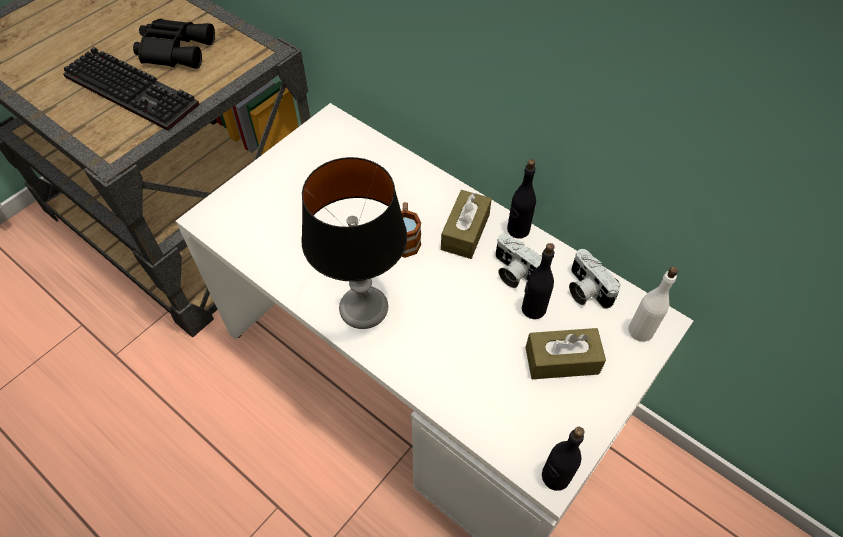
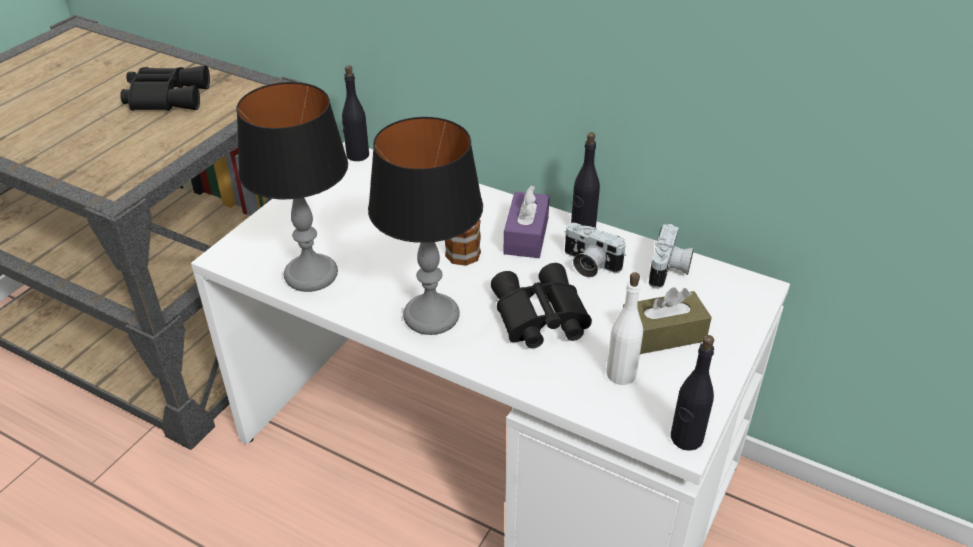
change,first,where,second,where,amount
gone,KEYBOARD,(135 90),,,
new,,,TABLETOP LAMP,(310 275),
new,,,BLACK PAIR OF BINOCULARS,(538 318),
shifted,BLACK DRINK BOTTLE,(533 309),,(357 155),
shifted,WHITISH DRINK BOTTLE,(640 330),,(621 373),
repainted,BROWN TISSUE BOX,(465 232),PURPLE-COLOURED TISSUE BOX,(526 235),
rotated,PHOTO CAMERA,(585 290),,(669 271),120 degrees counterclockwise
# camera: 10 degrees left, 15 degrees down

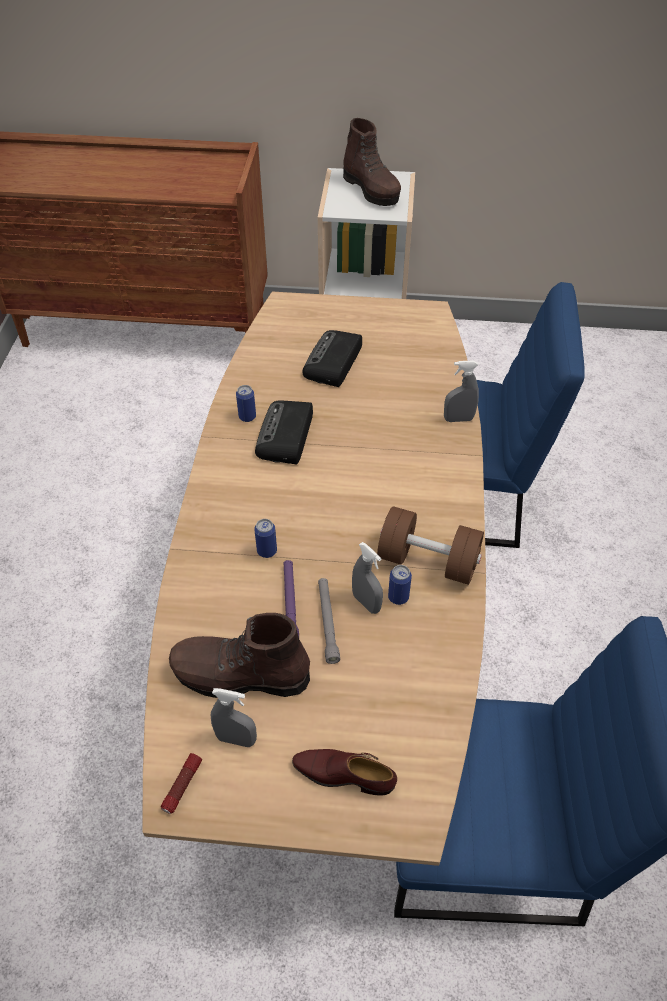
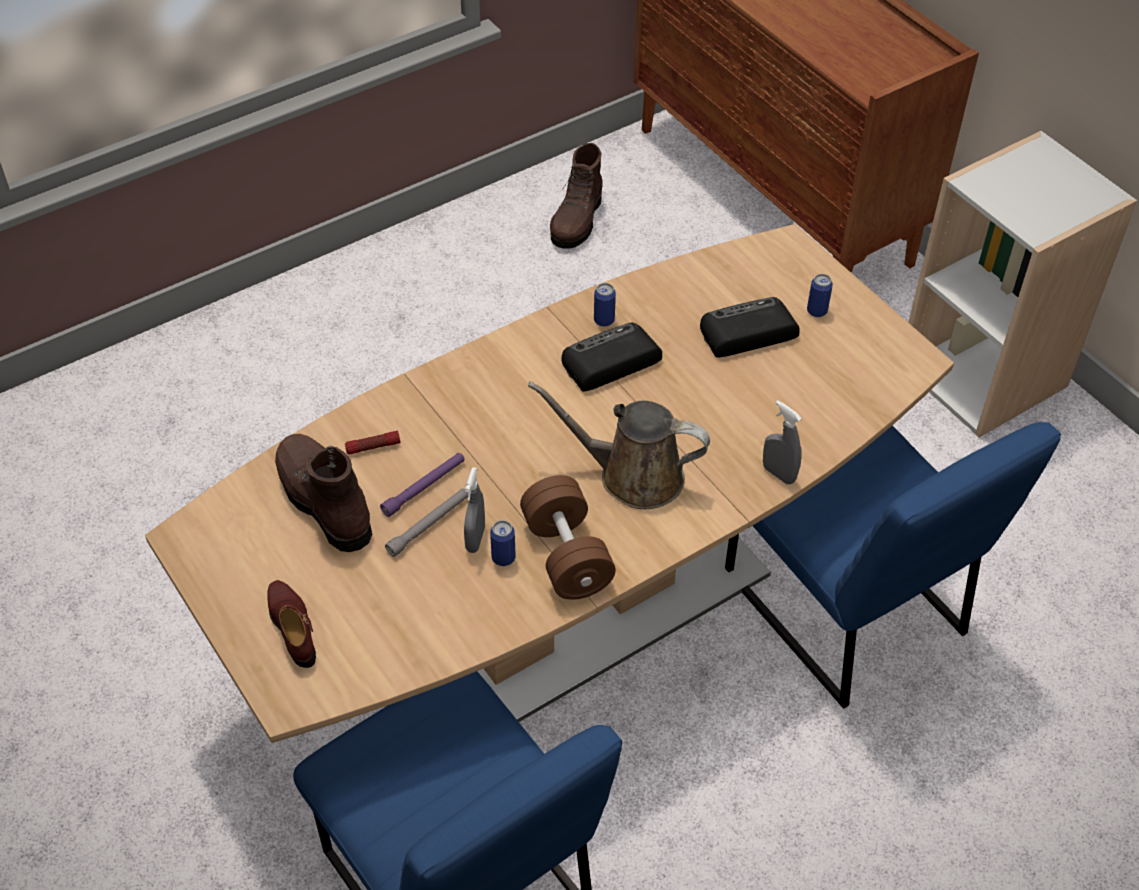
change,first,where,second,where,amount
gone,GREY SPRAYER,(236 739),,,
new,,,BROWN WATERING POT,(632 475),
shifted,TORCH,(182 786),,(373 447),
shifted,METAL CAN,(267 551),,(817 311),
shifted,BROWN BOOT,(371 190),,(577 222),
# camera: 50 degrees right, 0 degrees up

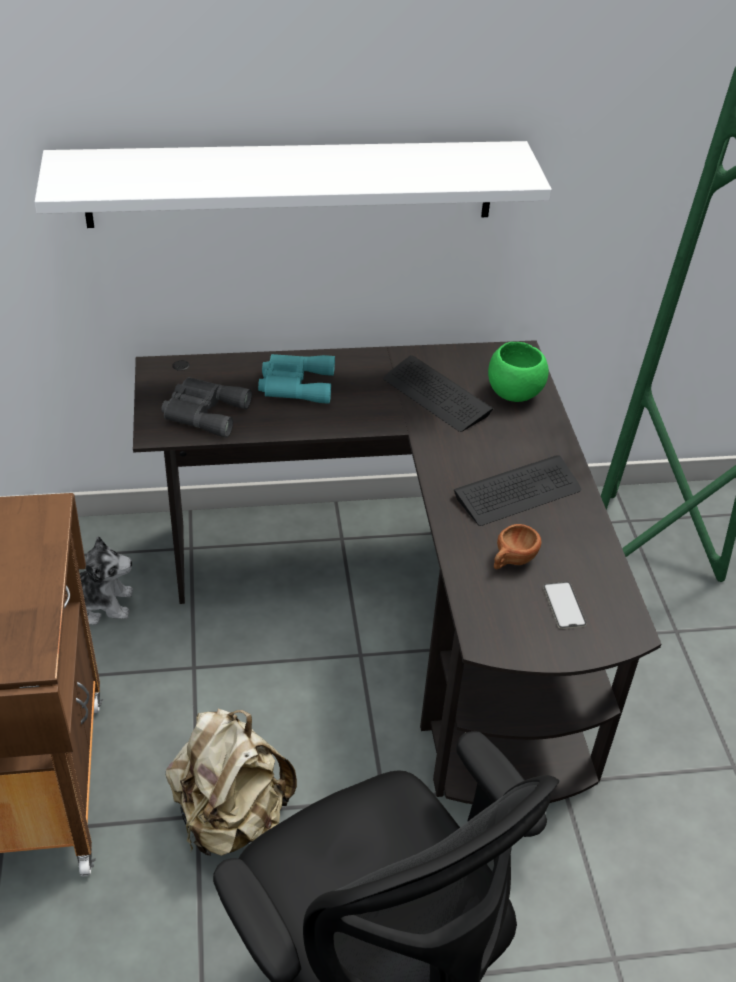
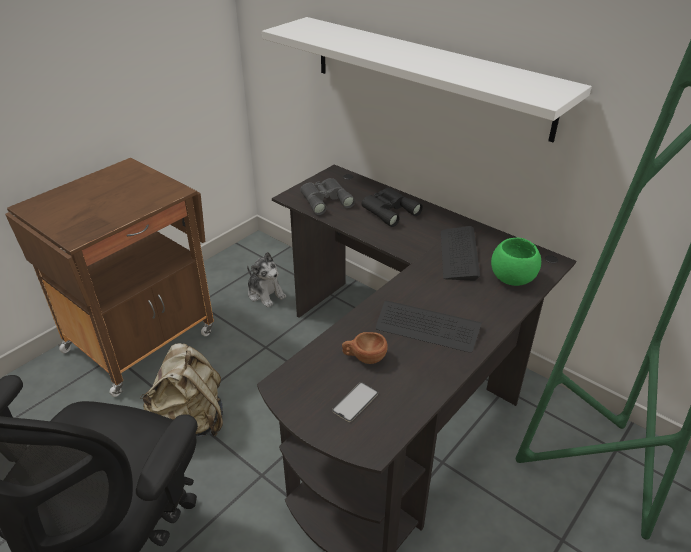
change,first,where,second,where,amount
repainted,TURQUOISE PAIR OF BINOCULARS,(294 384),BLACK PAIR OF BINOCULARS,(388 210),
# camera: 50 degrees right, 5 degrees down

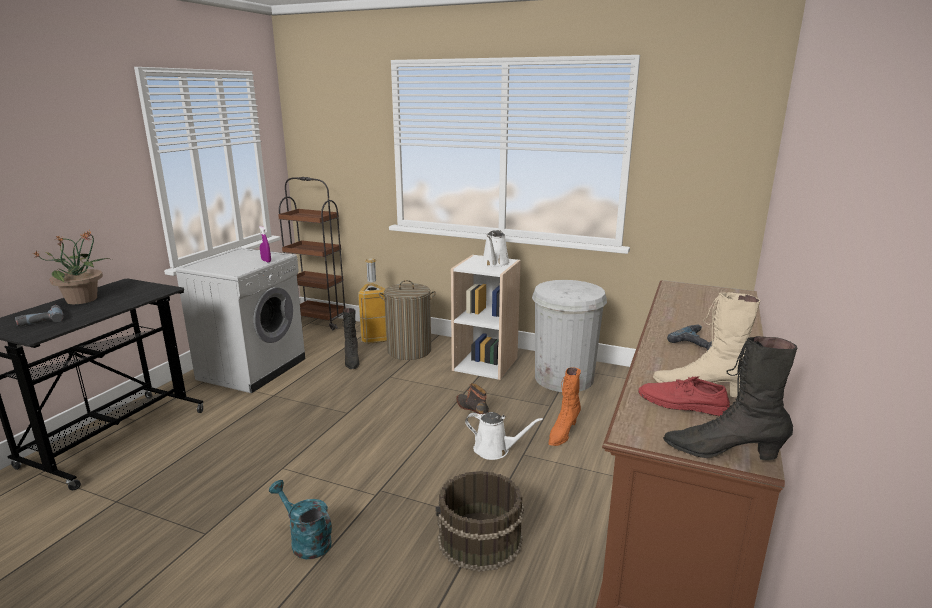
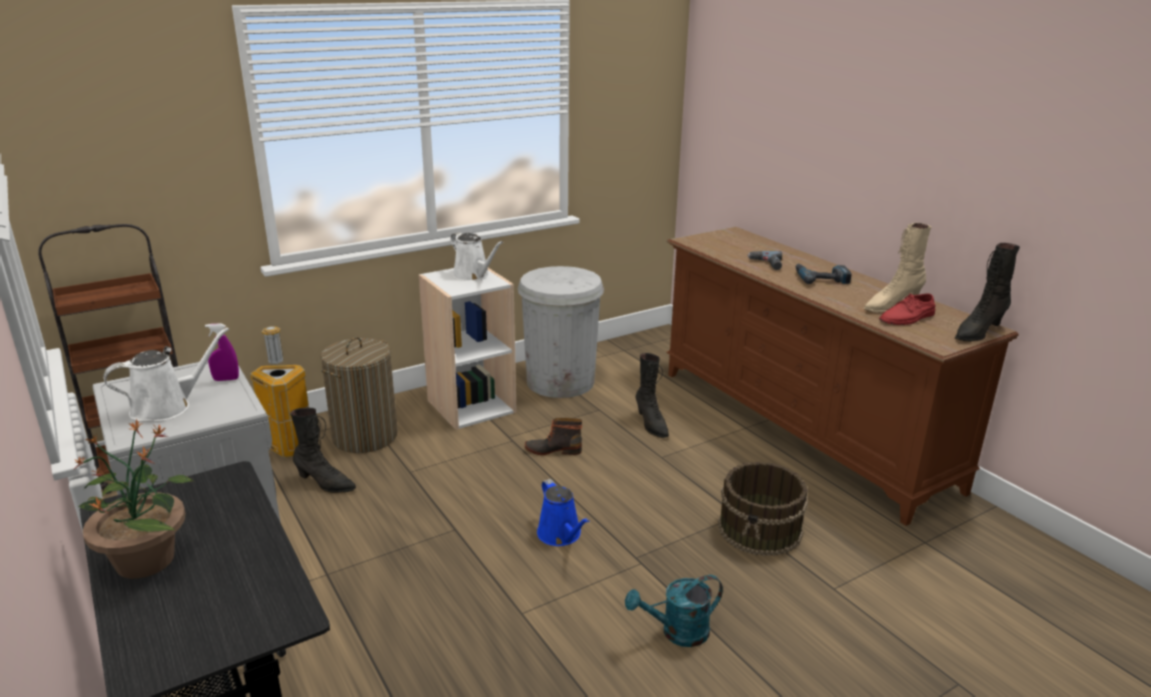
change,first,where,second,where,amount
new,,,BLUE WATERING POT,(561 535),
shifted,ELECTRIC DRILL,(41 320),,(766 264),
shifted,WHITISH WATERING POT,(495 450),,(167 407),
repainted,ORANGEY BOOT,(562 433),BLACK BOOT,(651 424),
# camera: 55 degrees left, 5 degrees up

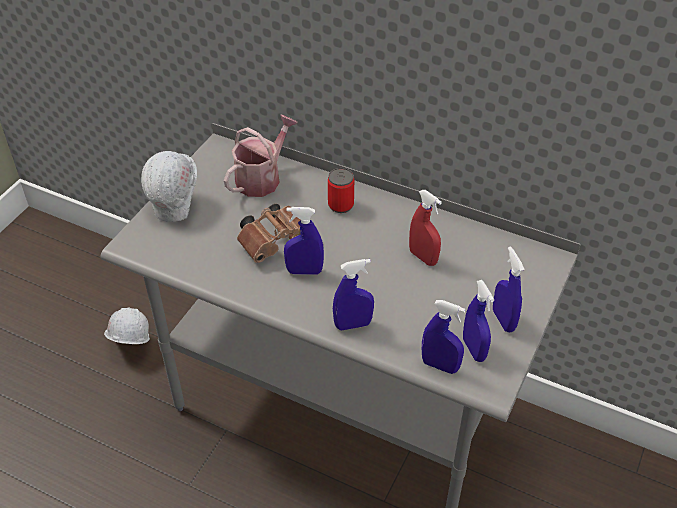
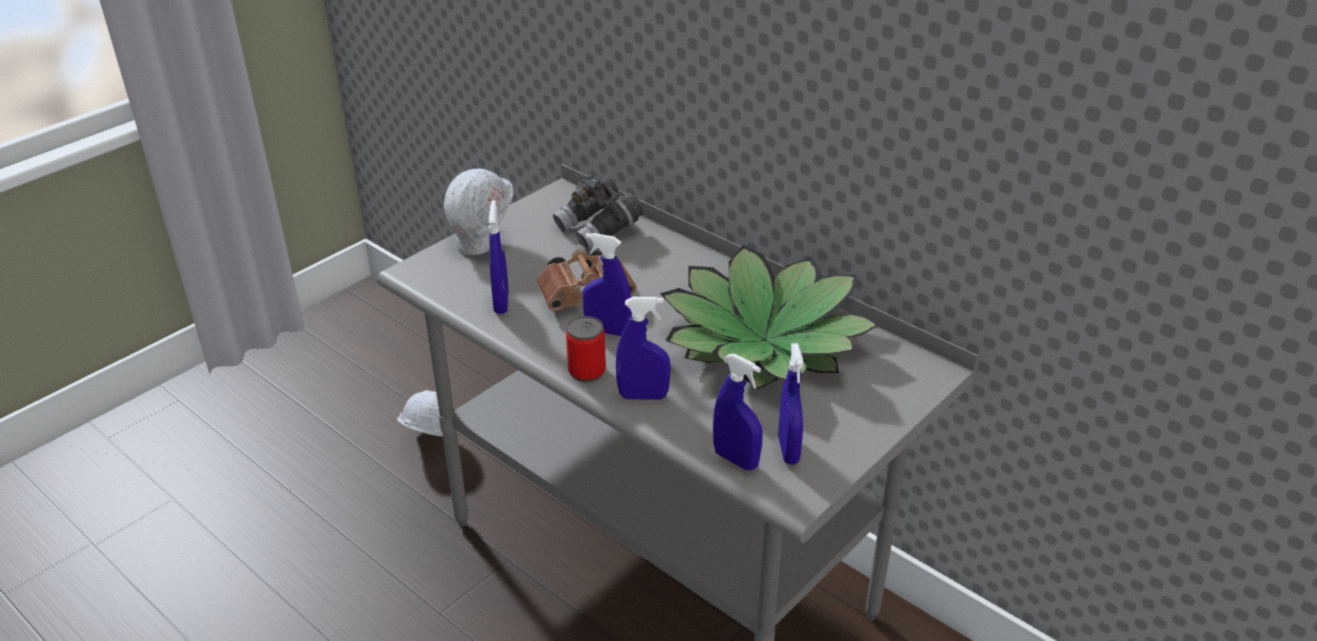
change,first,where,second,where,amount
shifted,METAL CAN,(340 205),,(587 371),
shifted,BLUE SPRAYER,(503 320),,(501 303),
swapped,WATERING POT,(262 178),GREY PAIR OF BINOCULARS,(599 229),
swapped,REDDISH SPRAYER,(423 257),PLANT IN A POT,(764 340),
# camera: 15 degrees right, 10 degrees down

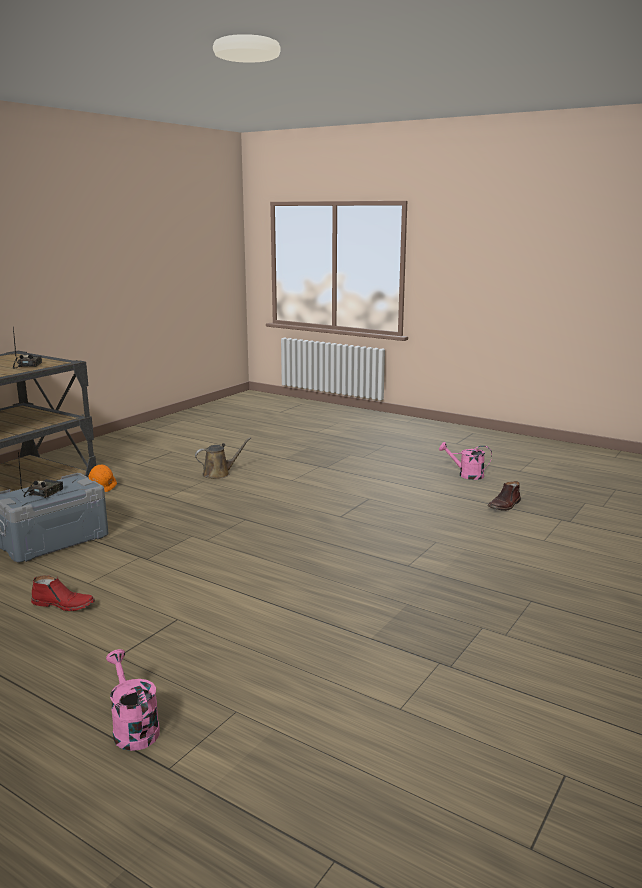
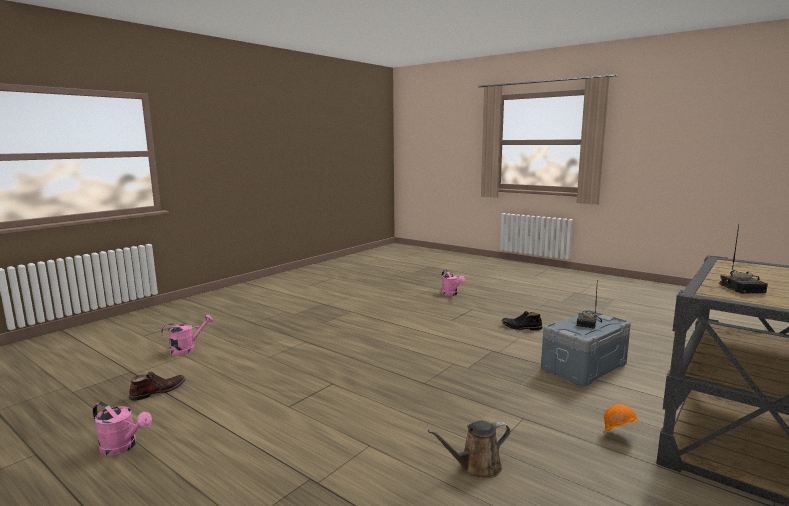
change,first,where,second,where,amount
new,,,PINK WATERING POT,(187 349),
repainted,REDDISH BOOT,(64 604),BLACK BOOT,(521 327),
# camera: 175 degrees left, 5 degrees down

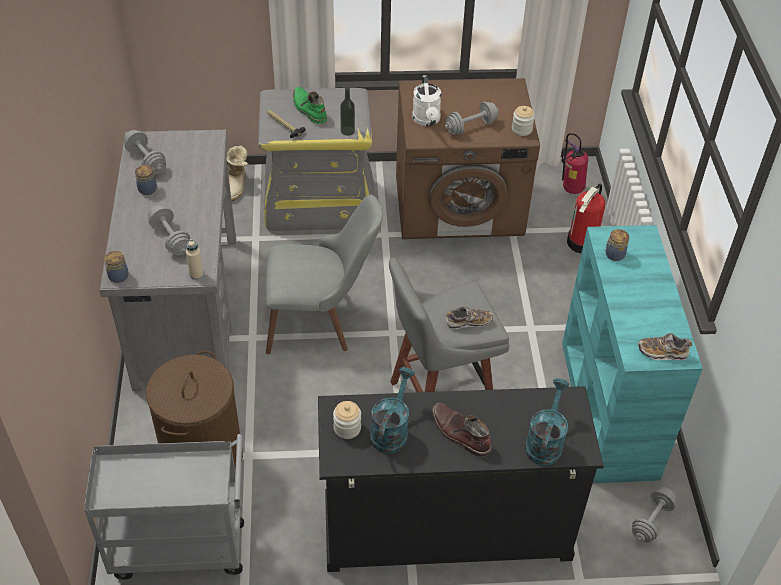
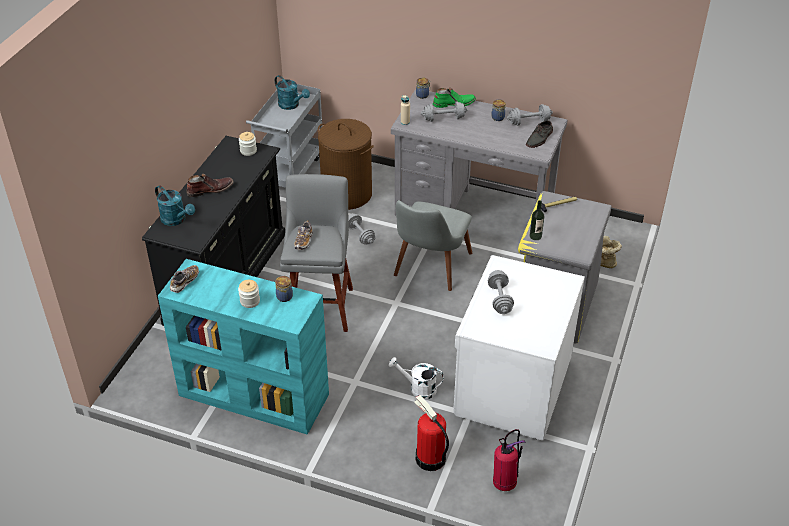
change,first,where,second,where,amount
new,,,GREY LOW SHOE,(539 138),
shifted,GREEN BOOT,(308 109),,(453 103),
shifted,TURQUOISE WATERING POT,(391 430),,(291 105),
shifted,WHITISH WATERING POT,(427 120),,(418 388),
shifted,JAR,(521 129),,(250 301),
shifted,GREY HAND WEIGHT,(651 521),,(360 235),
repainted,BROWN WASHING MACHINE,(460 210),WHITISH WASHING MACHINE,(510 388),
# camera: 115 degrees right, 5 degrees down

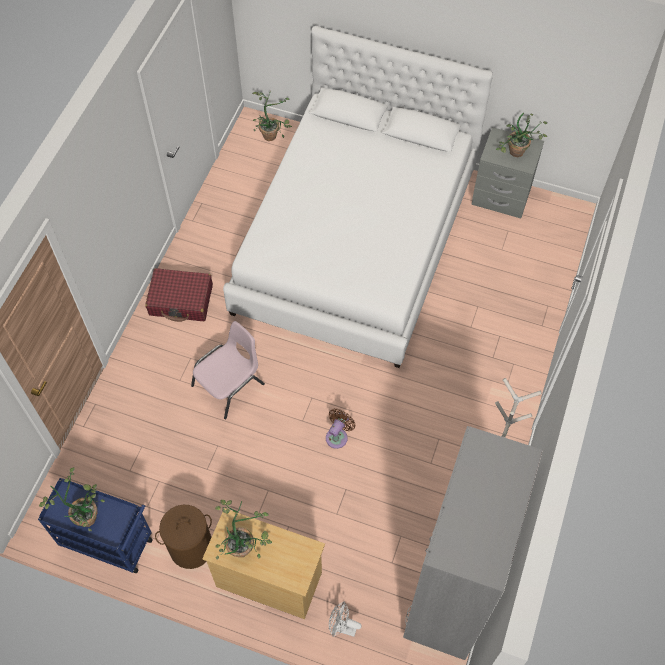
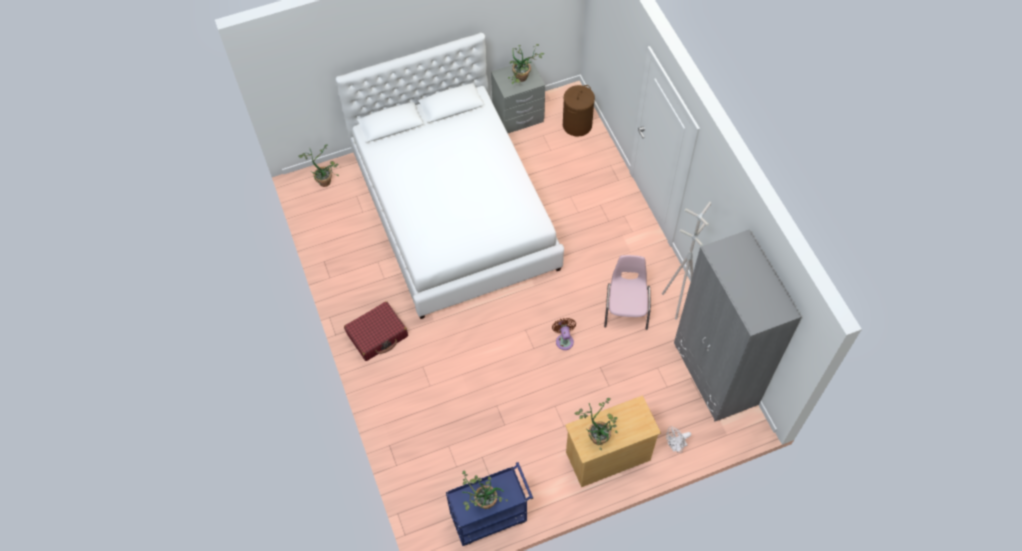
change,first,where,second,where,amount
shifted,BROWN LAUNDRY BASKET,(191 547),,(577 125),
shifted,PINK CHAIR,(229 385),,(626 308),
# camera: 40 degrees left, 0 degrees up

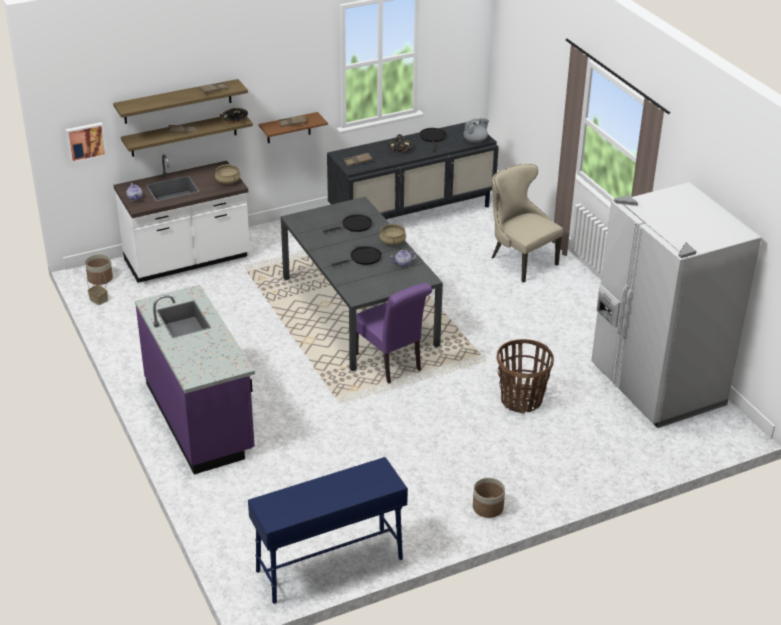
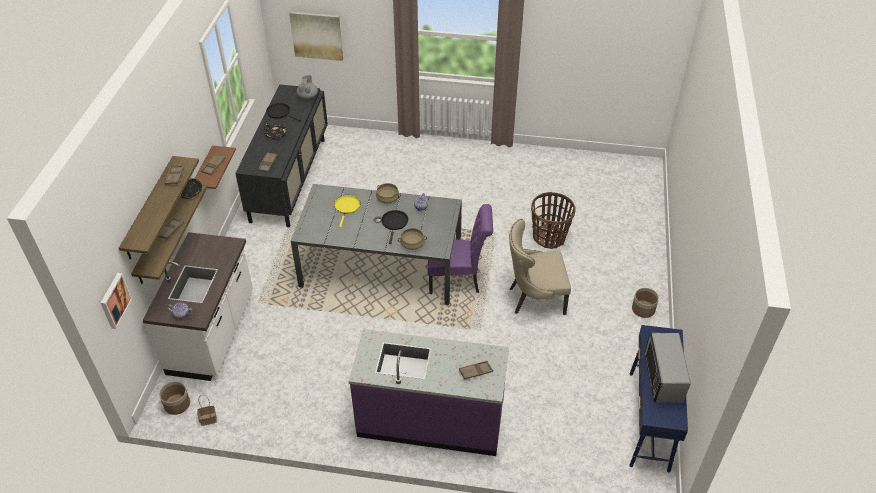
change,first,where,second,where,amount
gone,WHITISH KITCHEN FRIDGE,(657 385),,,
new,,,WALL ART,(317 35),
new,,,BROWN CARRYING TRAY,(475 371),
new,,,MICROWAVE,(663 377),
shifted,BEIGE STOCKPOT,(227 181),,(412 244),
shifted,BEIGE CHAIR,(520 261),,(534 299),
repainted,BLACK FRYING PAN,(355 226),YELLOW FRYING PAN,(347 207),
# camera: 55 degrees left, 10 degrees up

